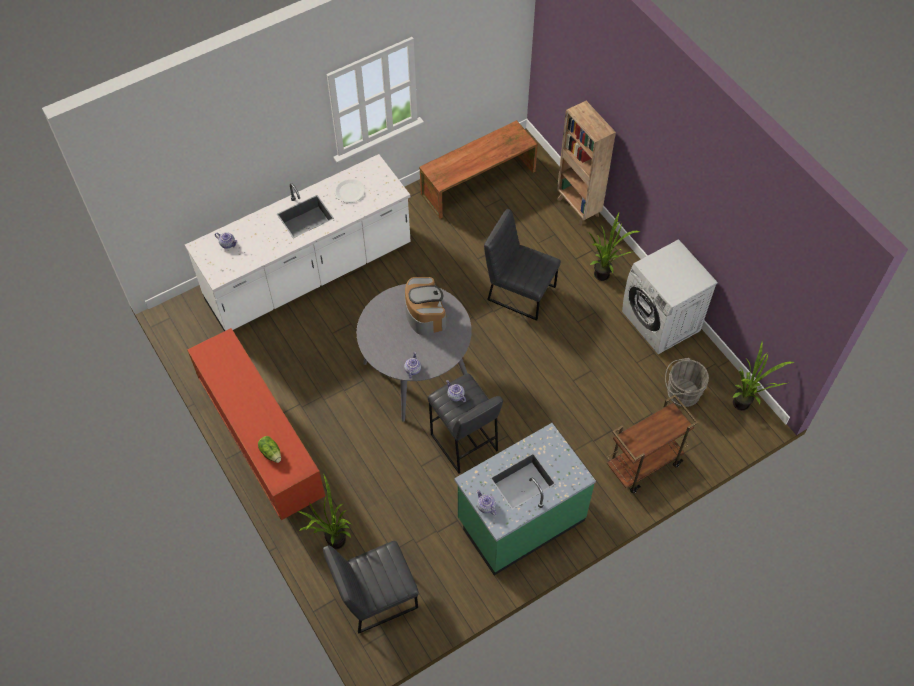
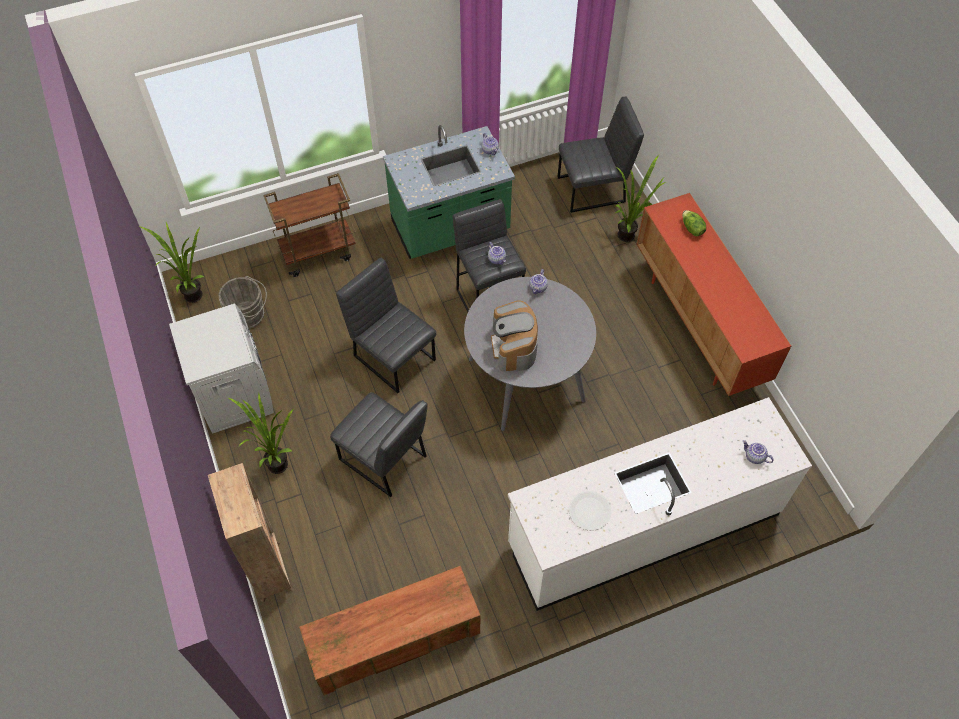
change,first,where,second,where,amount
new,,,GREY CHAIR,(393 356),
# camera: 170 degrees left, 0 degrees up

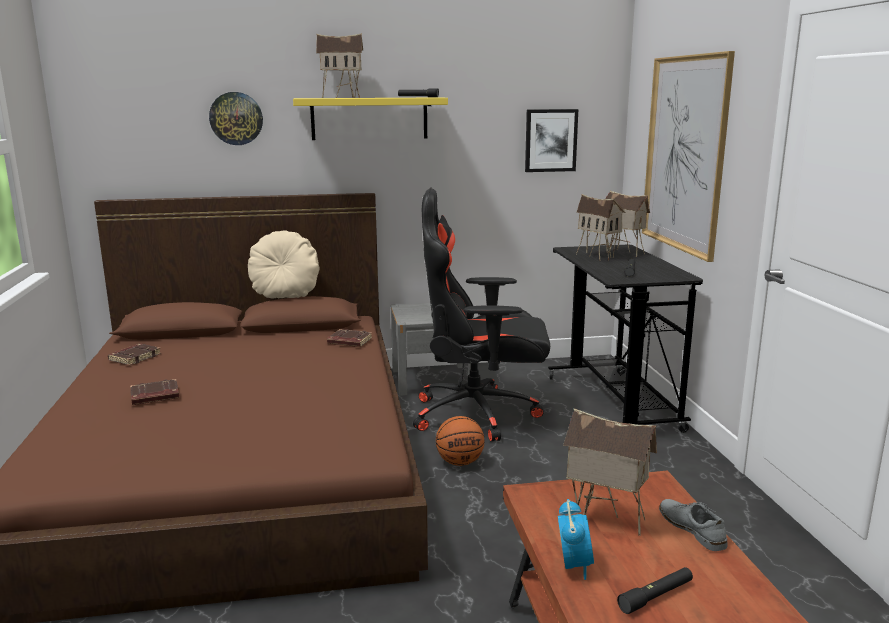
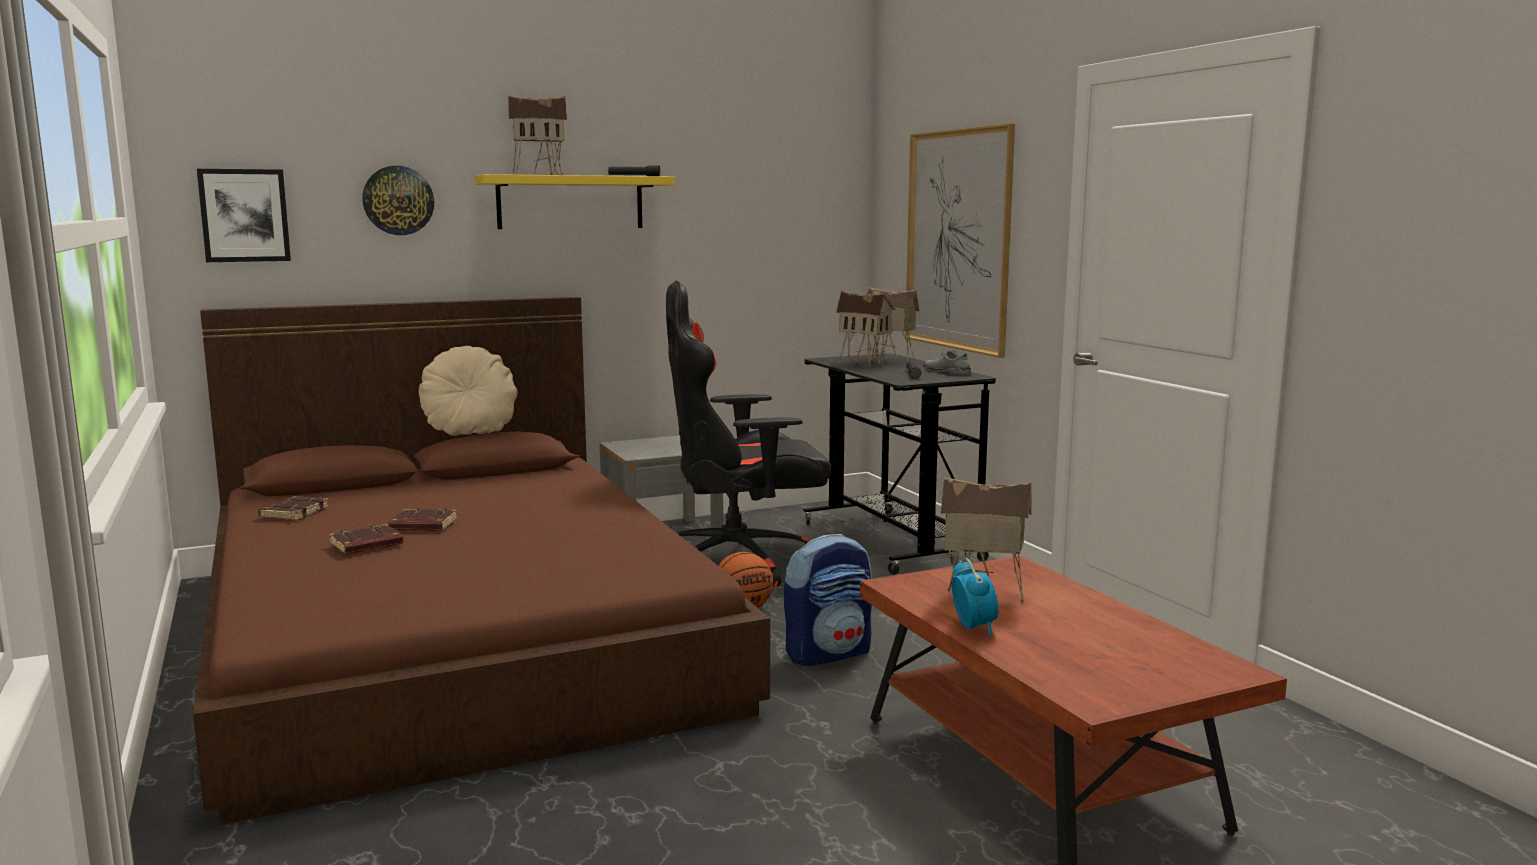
change,first,where,second,where,amount
gone,BLACK TORCH,(656 596),,,
new,,,KNAPSACK,(828 653),
shifted,BROWN BOOK,(349 342),,(422 526),
shifted,WALL ART,(550 140),,(244 215),
shifted,GREY LOW SHOE,(692 529),,(947 371),
# camera: 15 degrees left, 5 degrees down

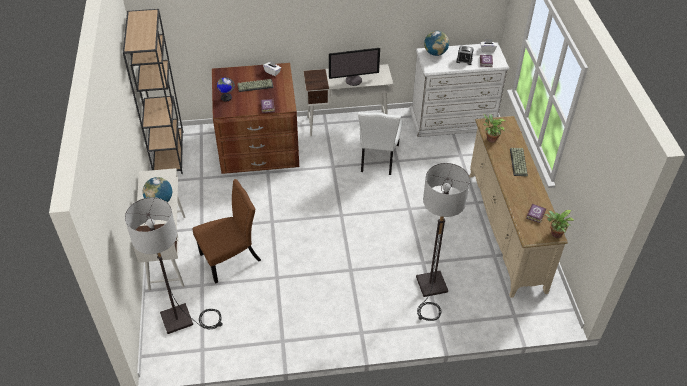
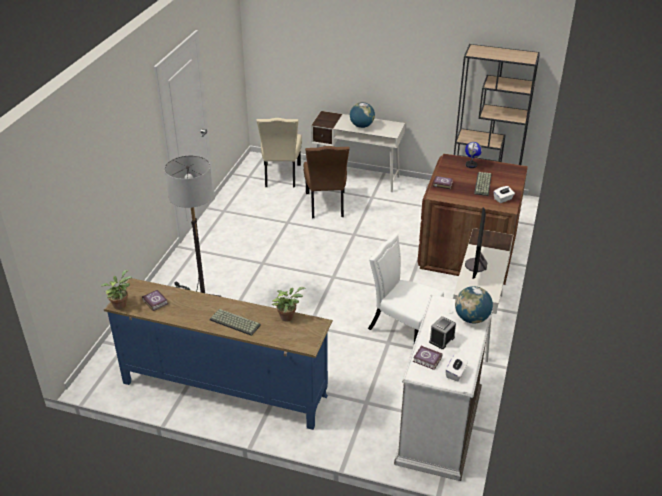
change,first,where,second,where,amount
swapped,FLOOR LAMP,(187 320),BEIGE CHAIR,(281 175),
repainted,BEIGE CUPBOARD,(504 230),BLUE CUPBOARD,(225 388),
# camera: 115 degrees right, 10 degrees down

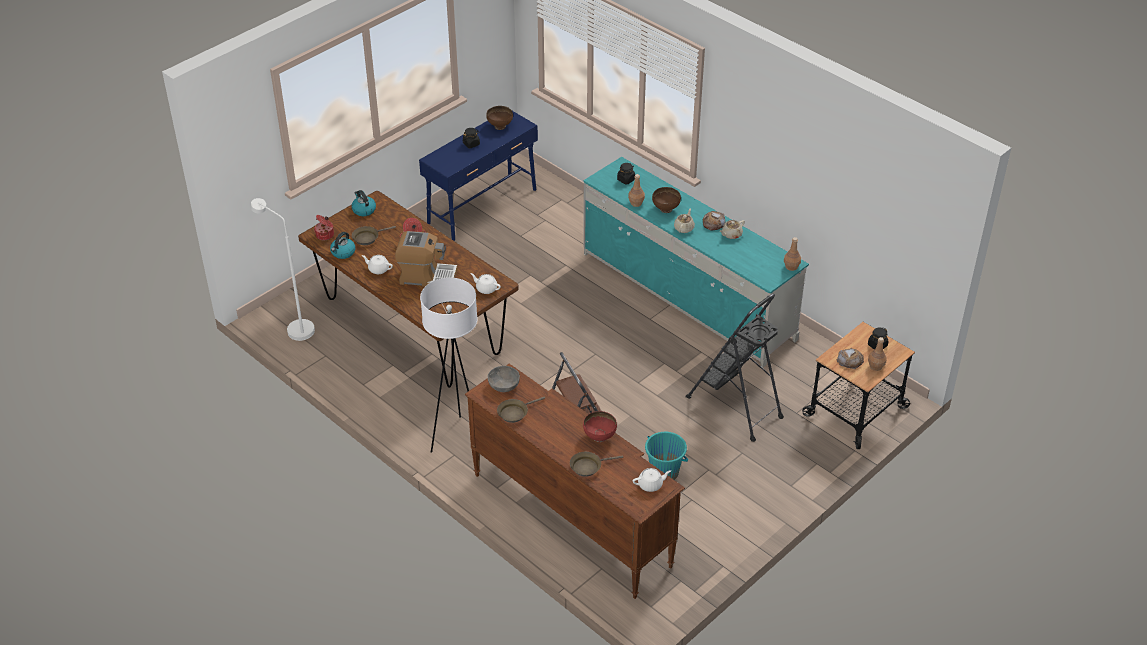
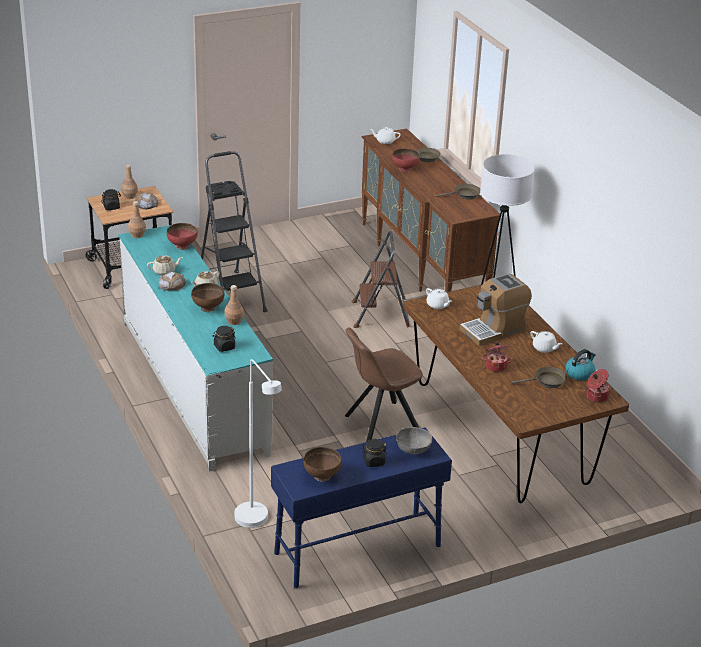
change,first,where,second,where,amount
gone,WATER KETTLE,(363 210),,,
gone,TURQUOISE BUCKET,(664 472),,,
new,,,REDDISH DEEP DISH,(182 246),
new,,,BROWN CHAIR,(381 423),
shifted,WHITISH FLOOR LAMP,(295 328),,(256 522),
shifted,GREY DEEP DISH,(503 385),,(413 449),
rotated,COFFEE BREWER,(427 276),,(494 329),60 degrees counterclockwise
# camera: 160 degrees left, 10 degrees down

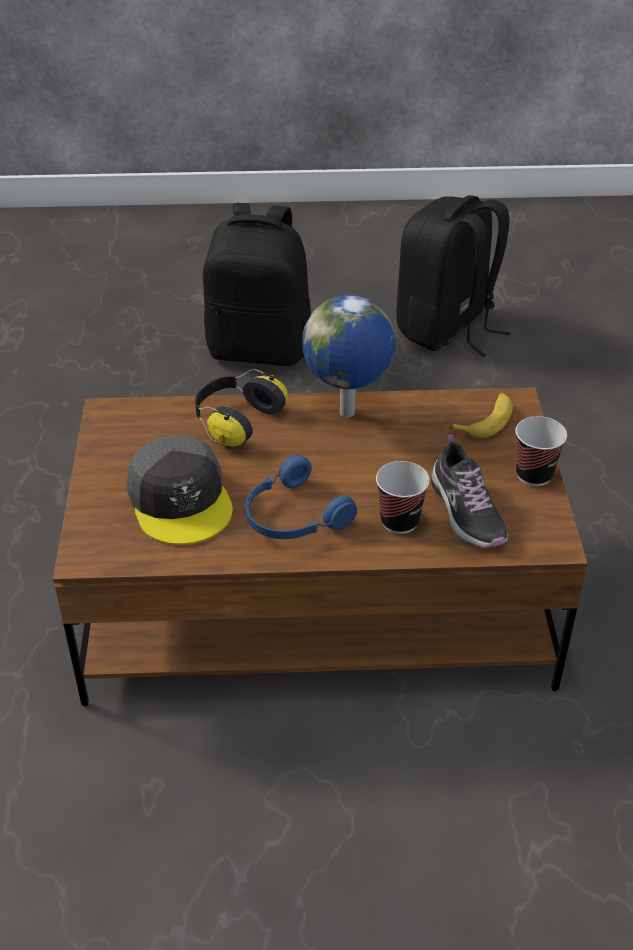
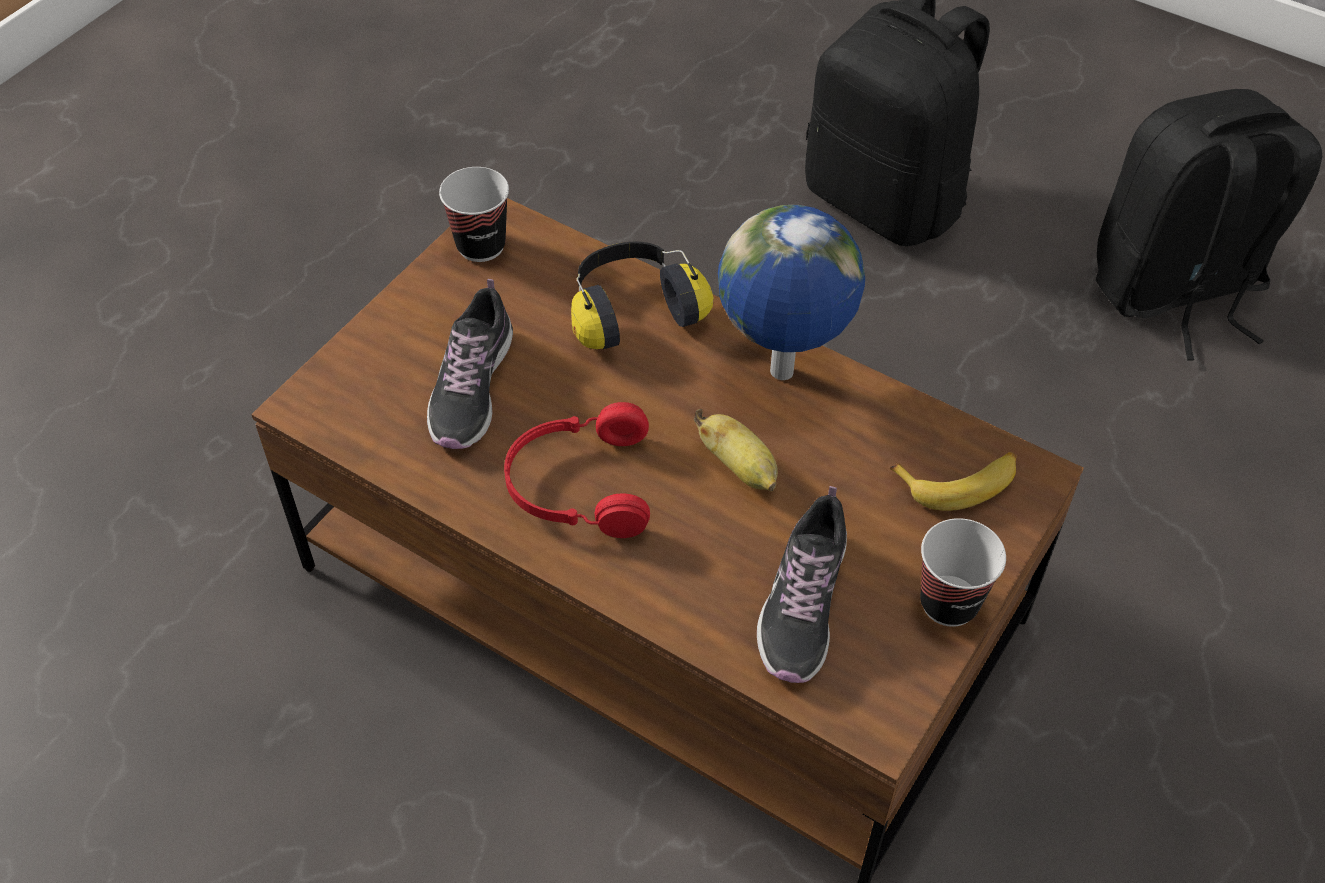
change,first,where,second,where,amount
new,,,BANANA FRUIT,(740 468),
shifted,CUP,(399 521),,(481 245),
swapped,GREY PEAKED CAP,(180 500),LOW SHOE,(471 388),
repainted,BLUE HEADPHONES,(292 517),REDDISH HEADPHONES,(578 485),
# camera: 35 degrees right, 10 degrees up

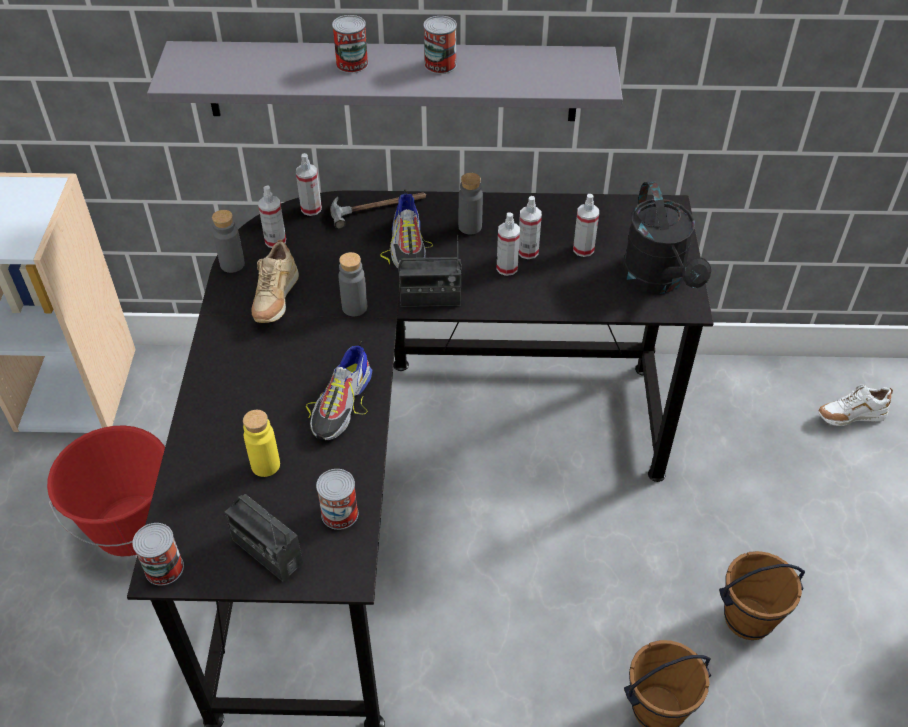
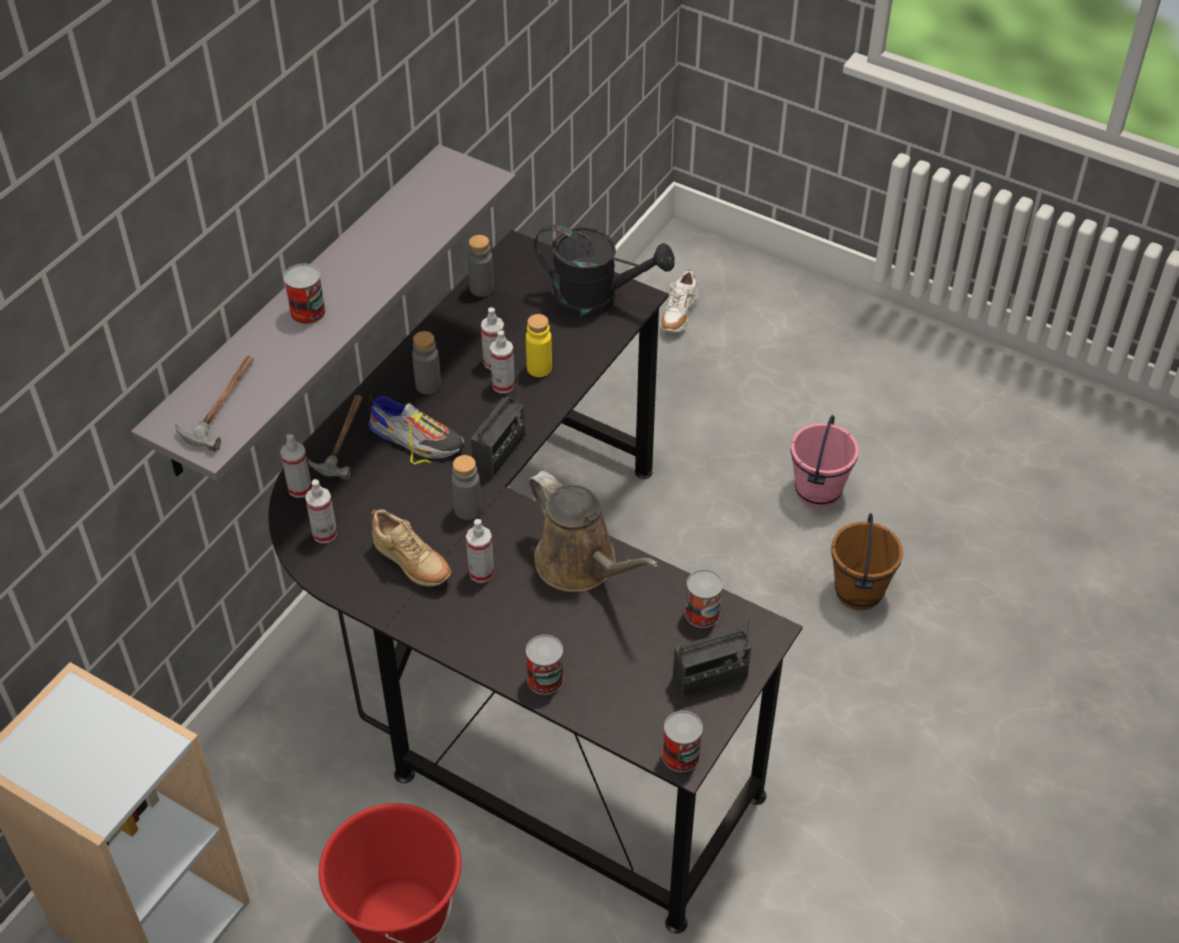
change,first,where,second,where,amount
new,,,HAND HAMMER,(222 403),
shifted,GREY DRINK BOTTLE,(232 264),,(482 288),
shifted,YELLOW DRINK BOTTLE,(265 465),,(539 368),
shifted,METAL CAN,(440 65),,(545 679),
shifted,SPRAYER,(583 249),,(481 573),
swapped,LOW SHOE,(342 404),BROWN WATERING POT,(581 565),
repainted,BROWN BUCKET,(748 619),PINK BUCKET,(818 492),
# camera: 60 degrees left, 0 degrees up

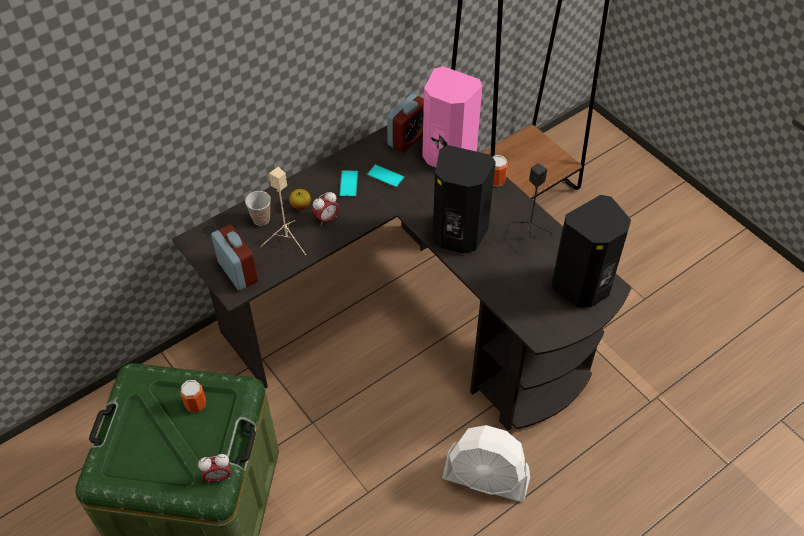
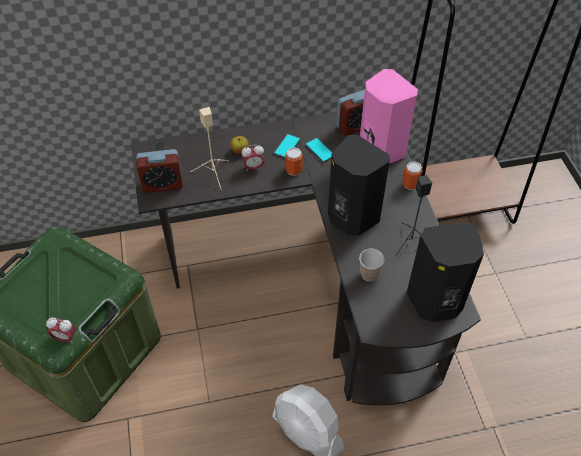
change,first,where,second,where,amount
shifted,METAL CAN,(196 404),,(293 170),
shifted,CUP,(261 219),,(369 274),
rotated,BEDSIDE CLOCK,(238 272),,(162 184),90 degrees clockwise
# camera: 25 degrees right, 0 degrees up

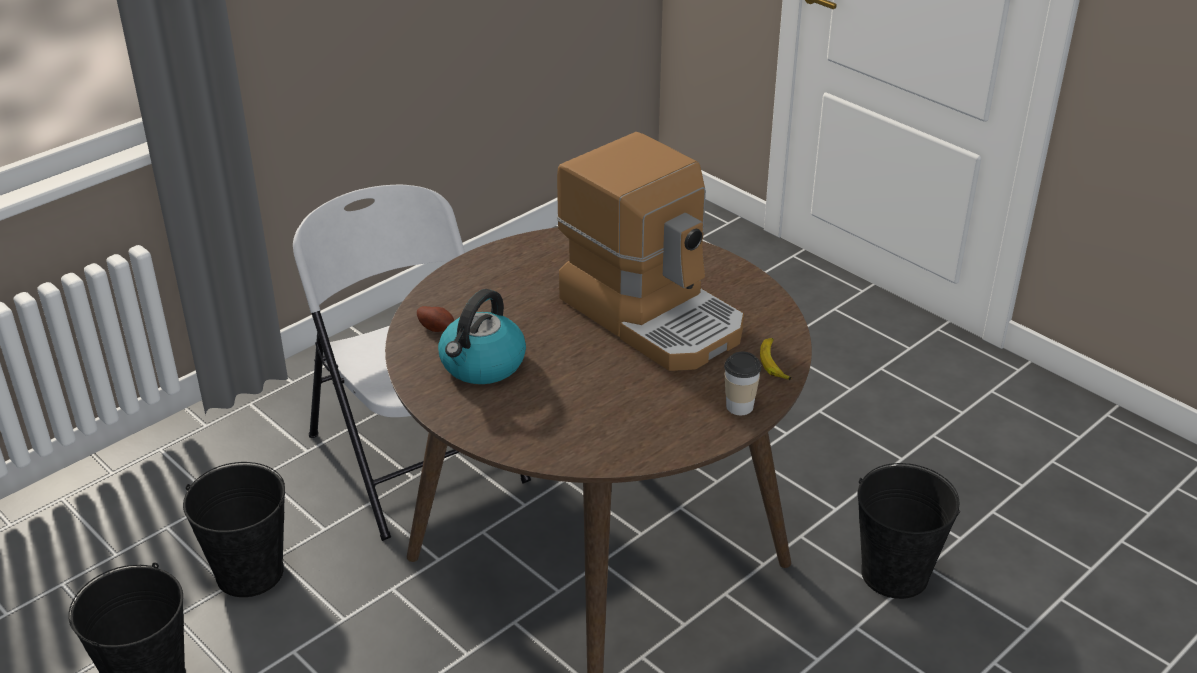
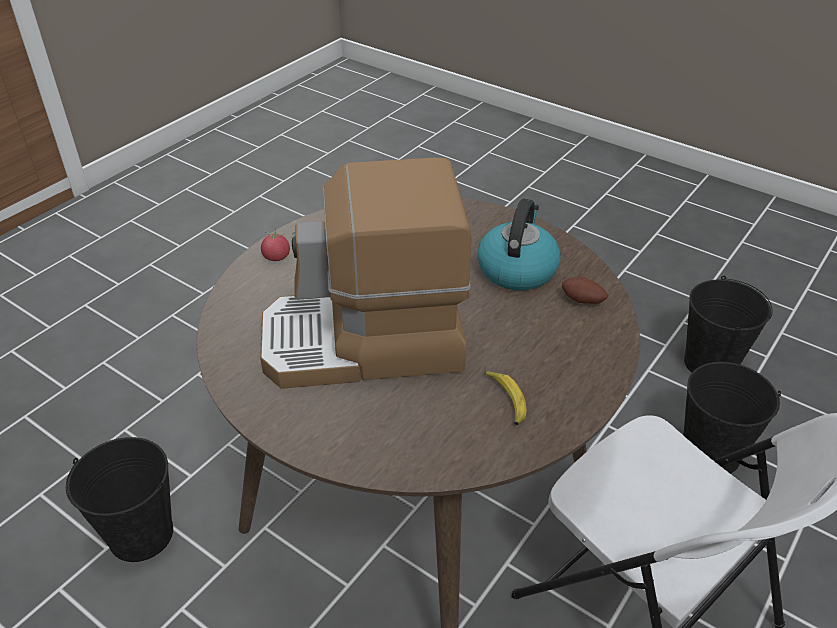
change,first,where,second,where,amount
shifted,BANANA FRUIT,(774 363),,(506 401),
swapped,CUP,(739 406),FRESH TOMATO,(276 257),
rotated,COFFEE BREWER,(654 315),,(364 343),45 degrees counterclockwise
# camera: 170 degrees right, 5 degrees up

